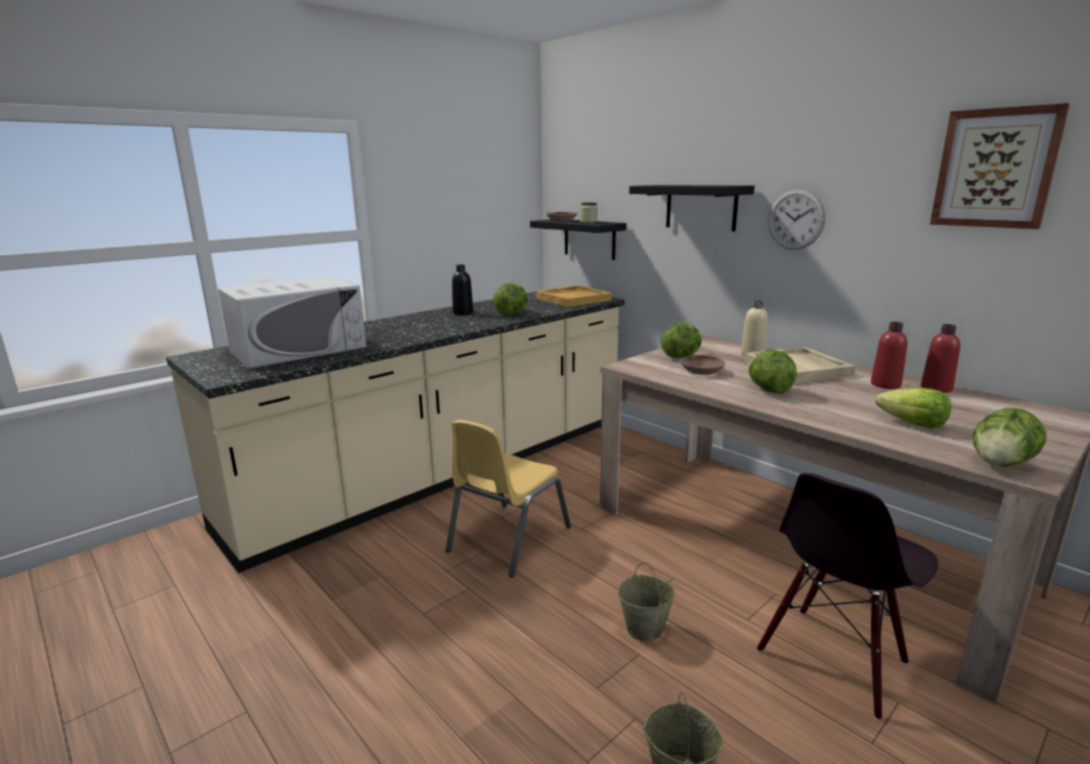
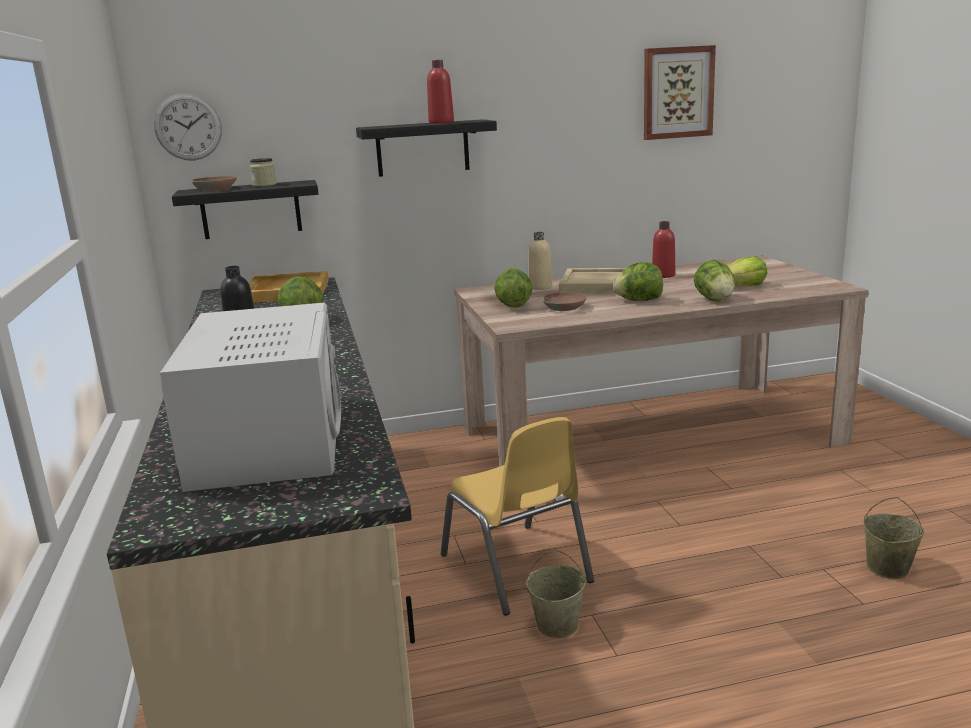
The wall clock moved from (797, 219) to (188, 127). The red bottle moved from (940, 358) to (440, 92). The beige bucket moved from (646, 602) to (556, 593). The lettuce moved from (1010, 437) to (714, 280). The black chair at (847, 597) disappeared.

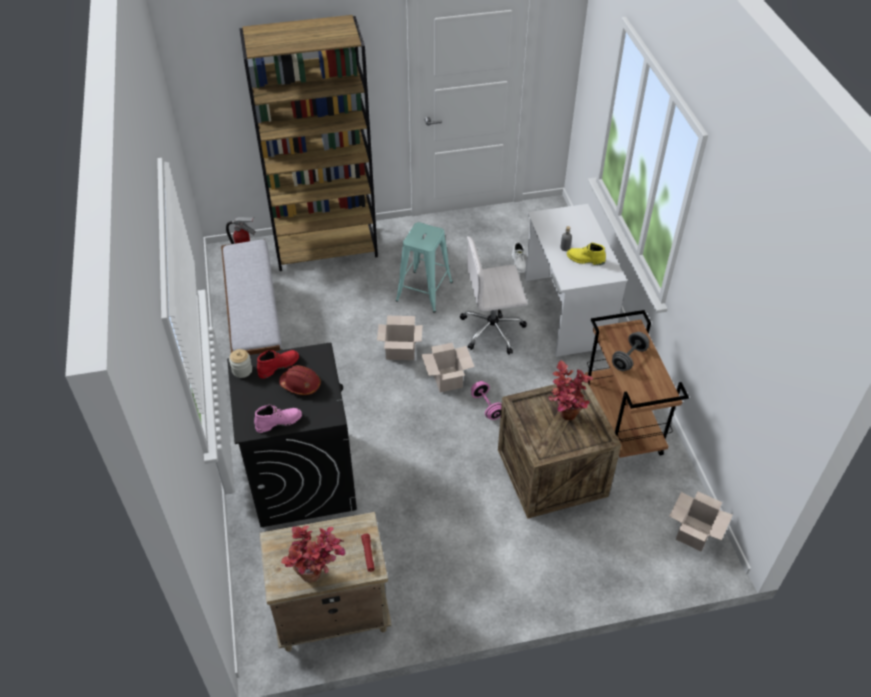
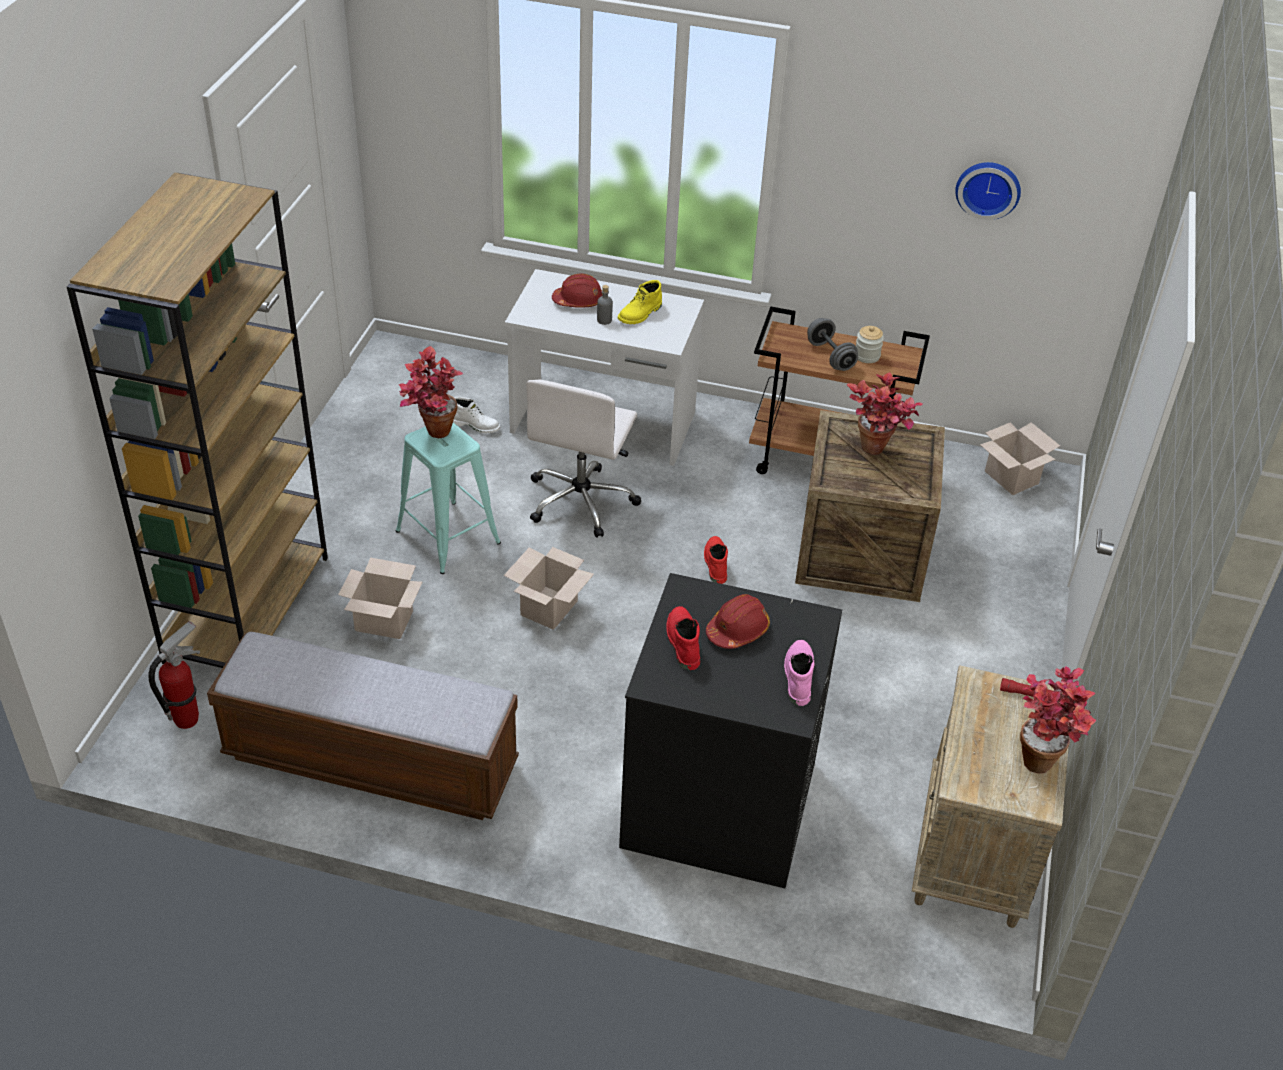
The cardboard box moved from (447, 367) to (380, 598). The potted plant at (431, 392) appeared. The red hard hat at (577, 290) appeared. The pink dumbbell at (486, 400) was replaced by the red boot at (716, 560). The jar moved from (240, 363) to (870, 344). The wall clock at (988, 191) appeared.

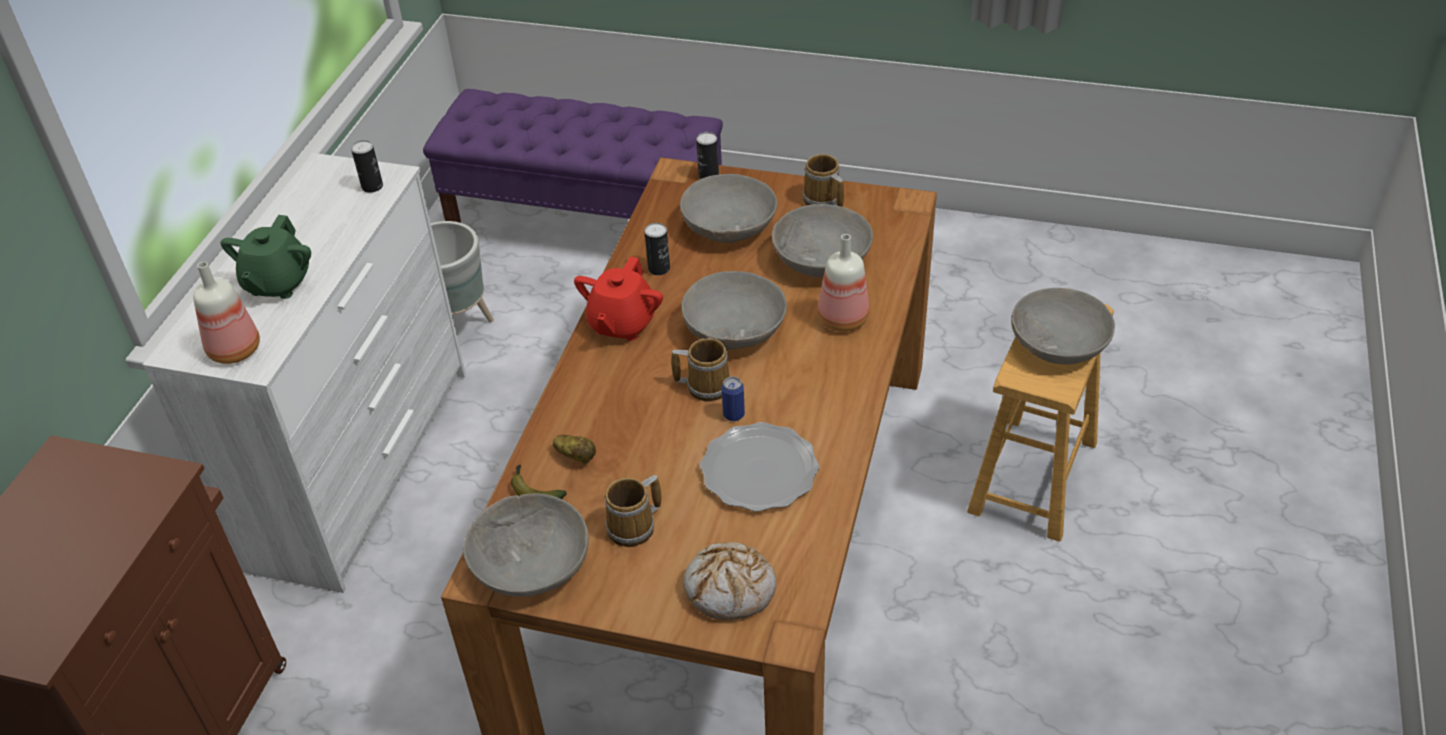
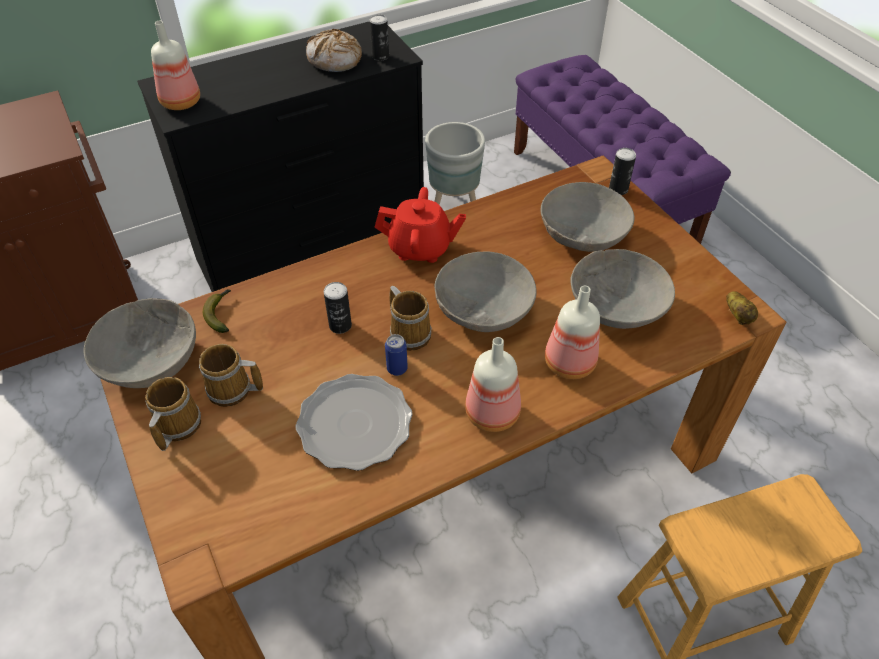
The white dresser at (304, 373) became the black dresser at (280, 156). The mug moved from (823, 180) to (173, 414). The bread moved from (729, 581) to (334, 50). The can moved from (657, 249) to (338, 308). The red teapot at (618, 298) turned 150 degrees counterclockwise. The bottle at (493, 384) appeared. The potato moved from (574, 449) to (742, 308). The green teapot at (266, 257) disappeared. The grey bowl at (1063, 326) disappeared.

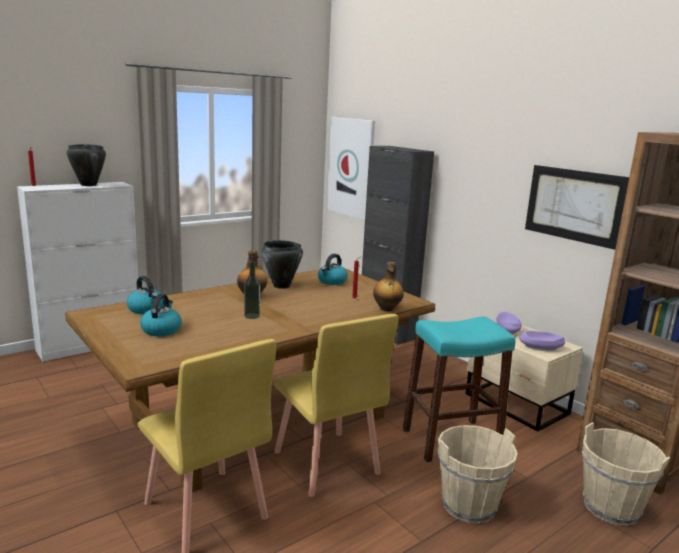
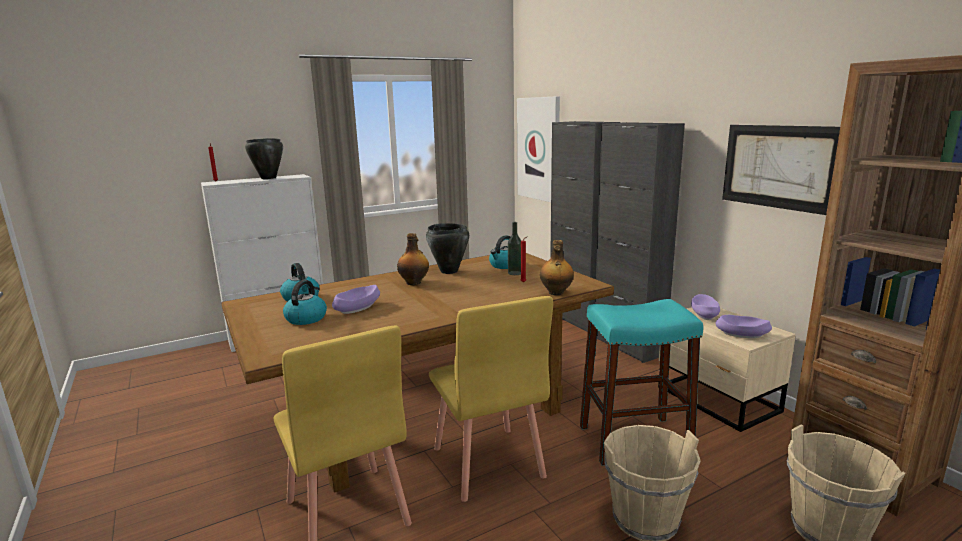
The purple bowl at (356, 299) appeared. The bottle moved from (252, 290) to (514, 248). The black cabinet at (640, 242) appeared.

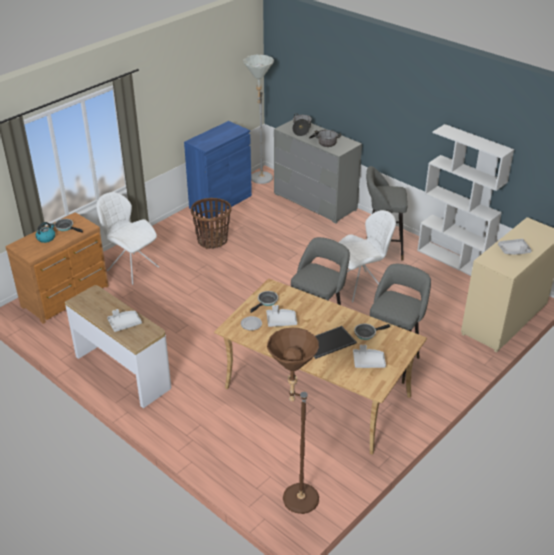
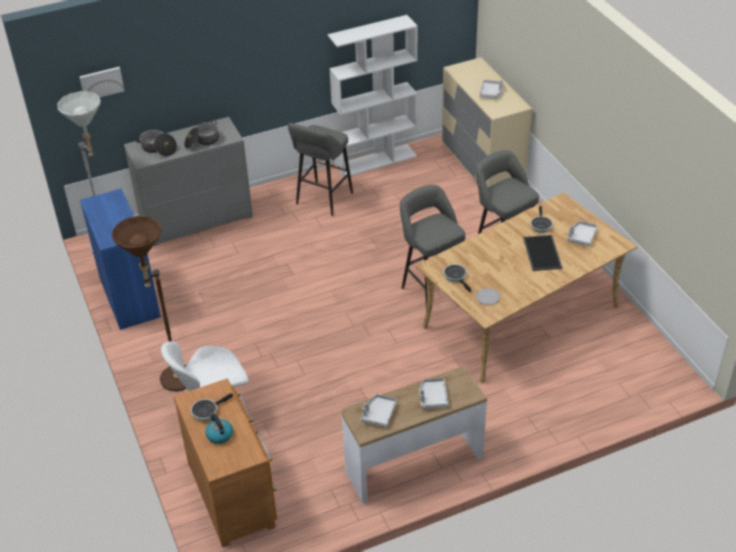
The picture at (102, 82) appeared. The brown floor lamp moved from (293, 421) to (149, 303). The grey tray moved from (281, 316) to (378, 410). The basket at (211, 223) disappeared. The white chair at (367, 256) disappeared.

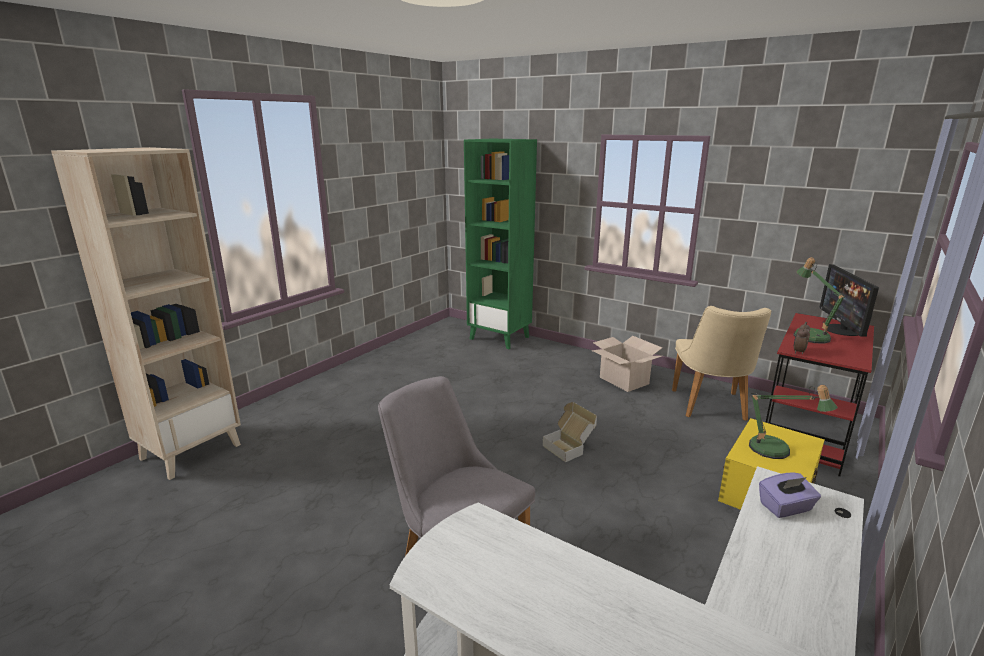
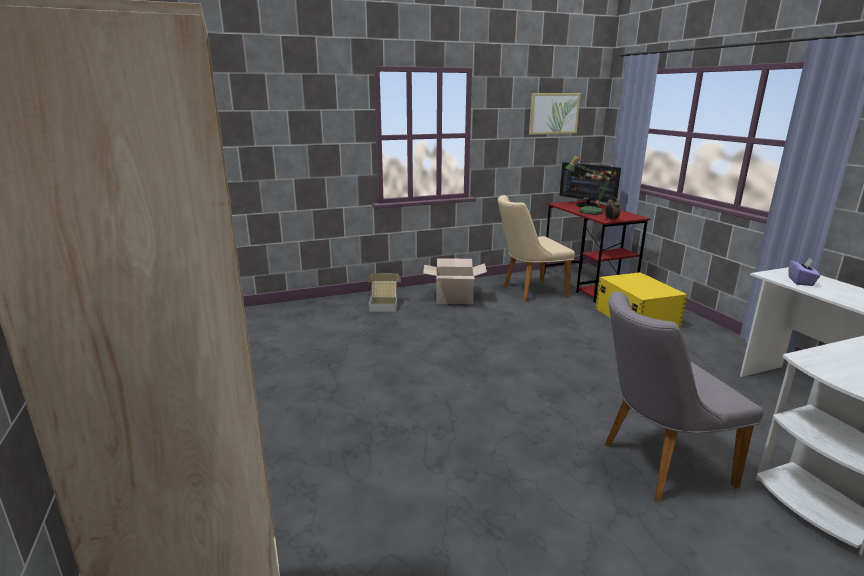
The cardboard box moved from (570, 432) to (384, 292). The beige chair at (722, 363) turned 120 degrees clockwise. The picture at (554, 114) appeared. The green bookcase at (500, 244) disappeared. The table lamp at (793, 422) disappeared.

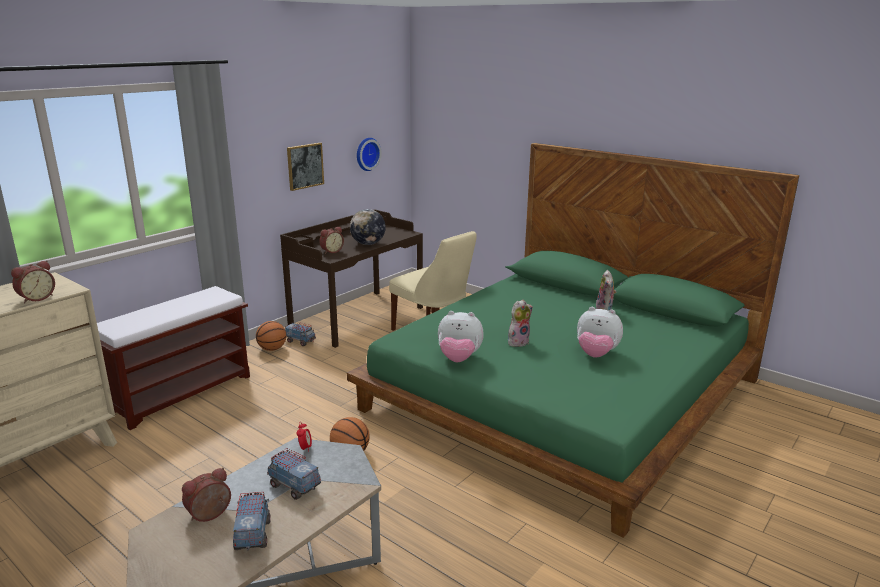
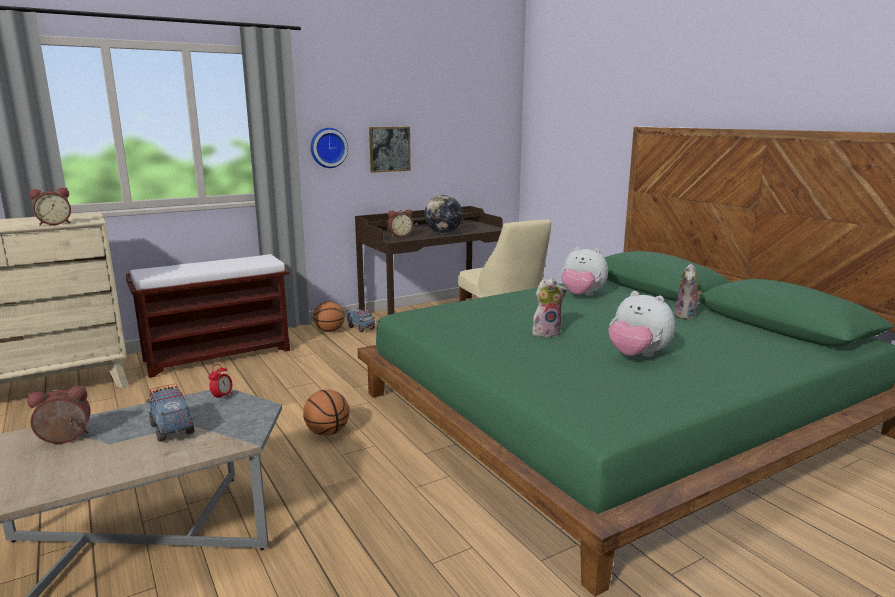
The wall clock moved from (369, 154) to (329, 148). The plush toy moved from (461, 336) to (584, 271). The toy truck at (252, 521) disappeared.

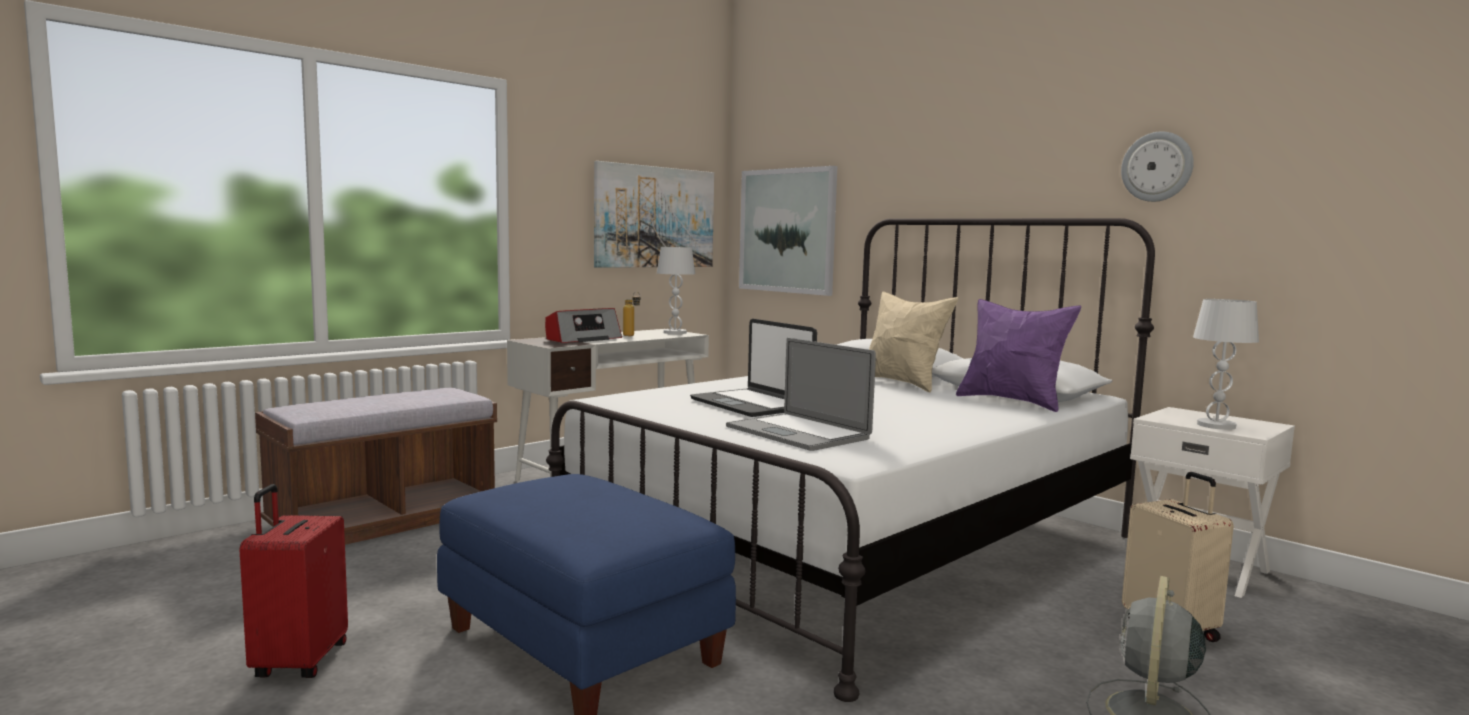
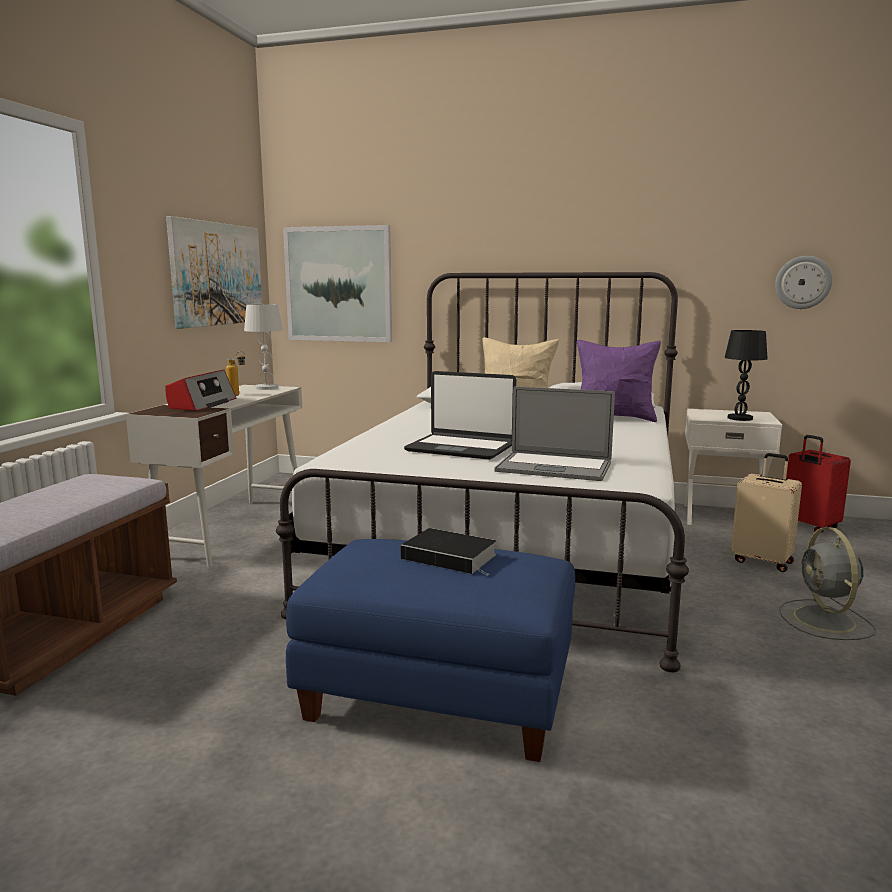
The book at (448, 552) appeared. The white table lamp at (1226, 364) became the black table lamp at (746, 375). The wall clock moved from (1157, 166) to (804, 282). The red suitcase moved from (293, 581) to (818, 483).

